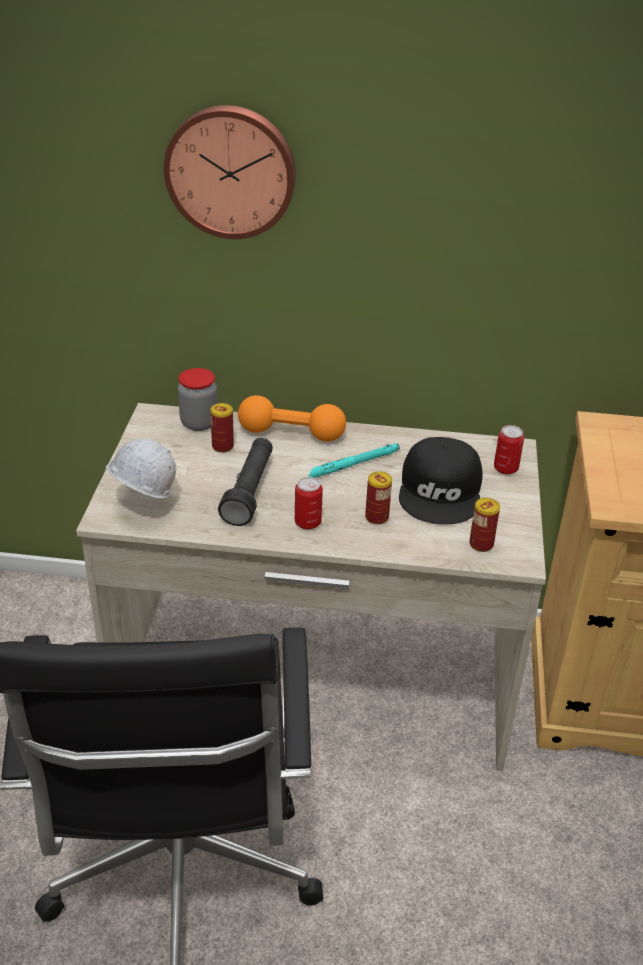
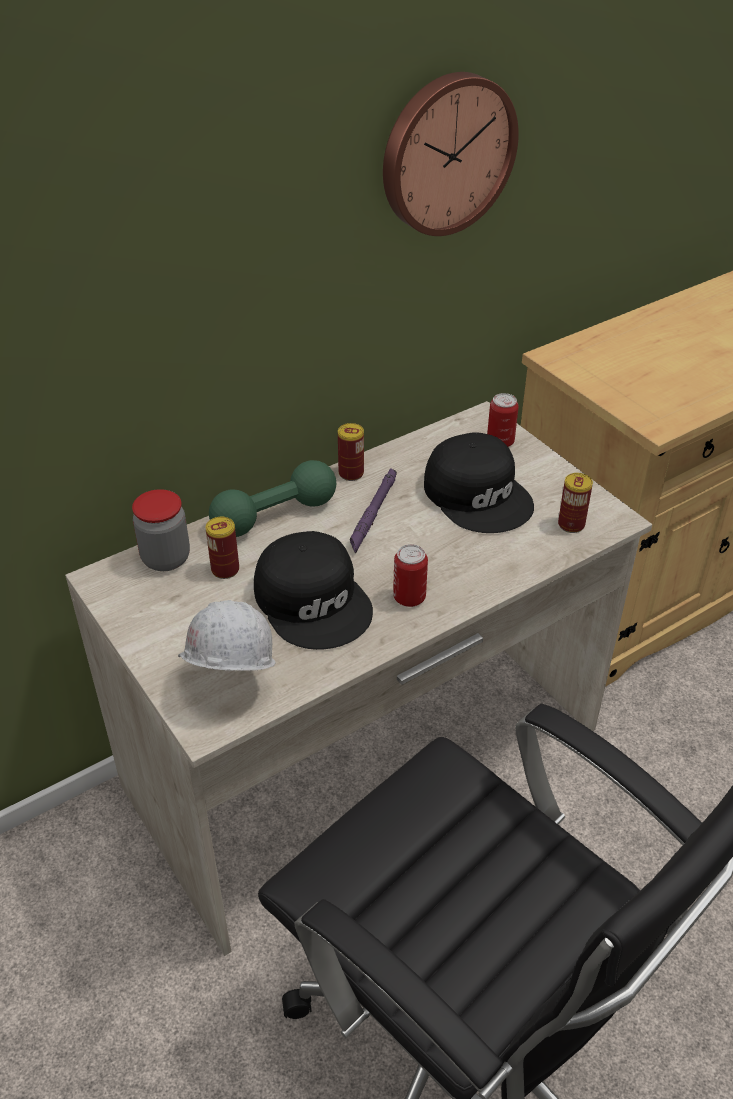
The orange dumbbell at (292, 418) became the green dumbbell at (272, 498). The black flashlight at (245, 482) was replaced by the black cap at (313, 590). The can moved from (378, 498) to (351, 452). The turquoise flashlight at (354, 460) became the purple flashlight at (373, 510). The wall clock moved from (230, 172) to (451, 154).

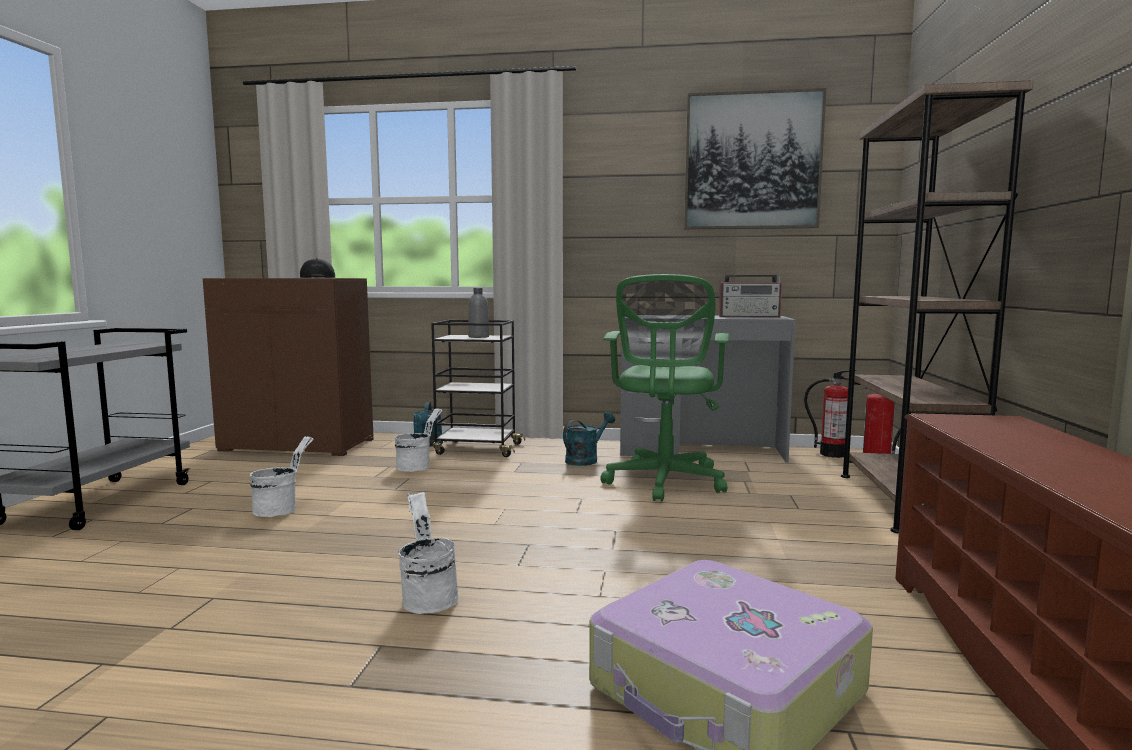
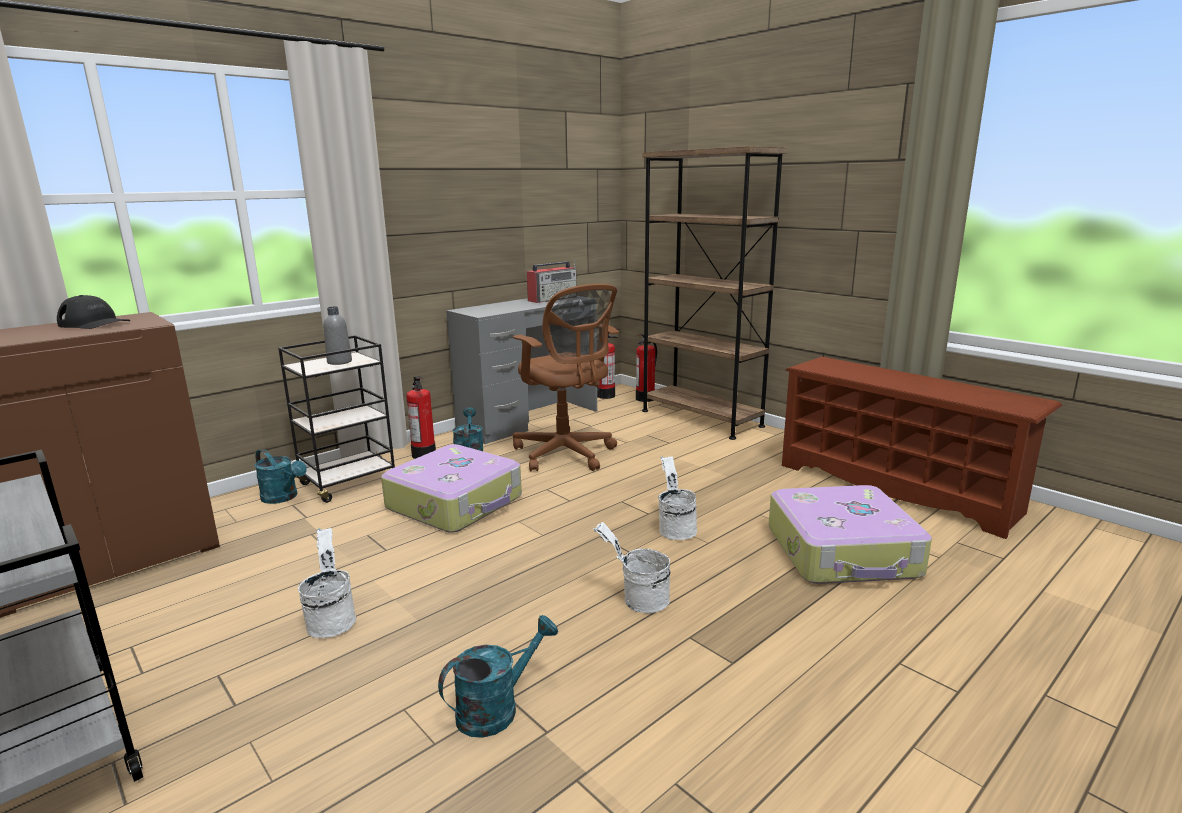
The suitcase at (451, 488) appeared. The fire extinguisher at (421, 417) appeared. The turquoise watering can at (498, 676) appeared. The green office chair at (664, 387) became the brown office chair at (566, 378). The white bucket moved from (418, 440) to (677, 498). The picture at (755, 158) disappeared.

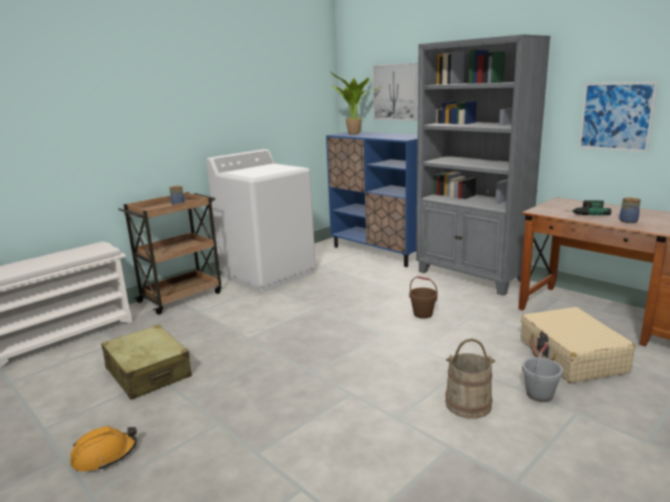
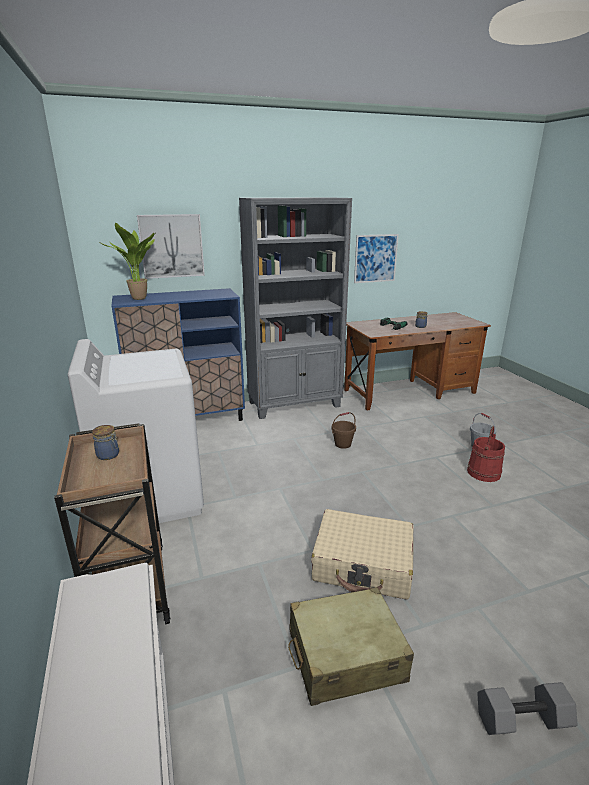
The beige suitcase moved from (578, 345) to (362, 554). The beige bucket at (470, 379) became the red bucket at (486, 454). The orange hard hat at (103, 448) was replaced by the grey dumbbell at (527, 708).

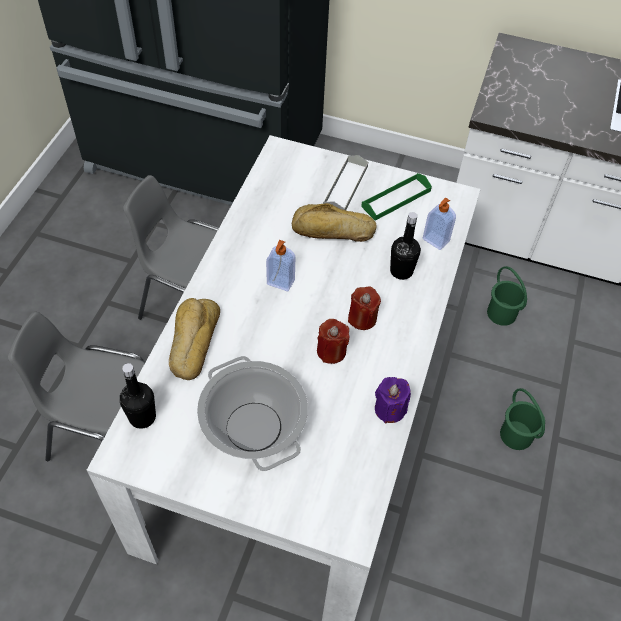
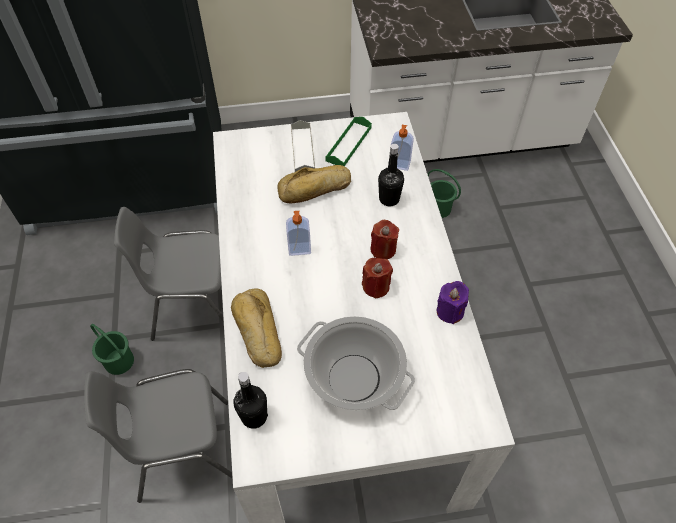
The green bucket moved from (522, 419) to (112, 349).

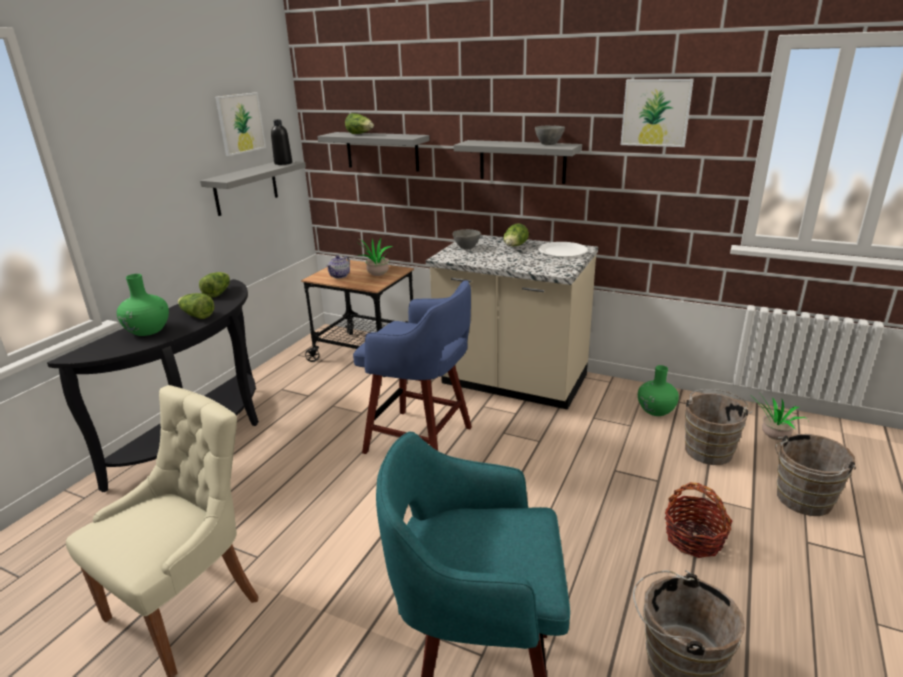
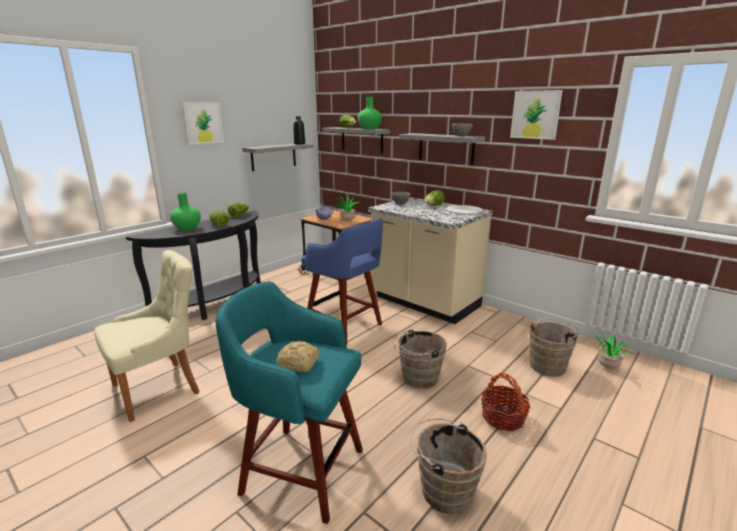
The picture moved from (240, 124) to (203, 124). The bread at (298, 357) appeared. The green vase moved from (658, 390) to (370, 113). The brown bucket moved from (815, 475) to (420, 359).

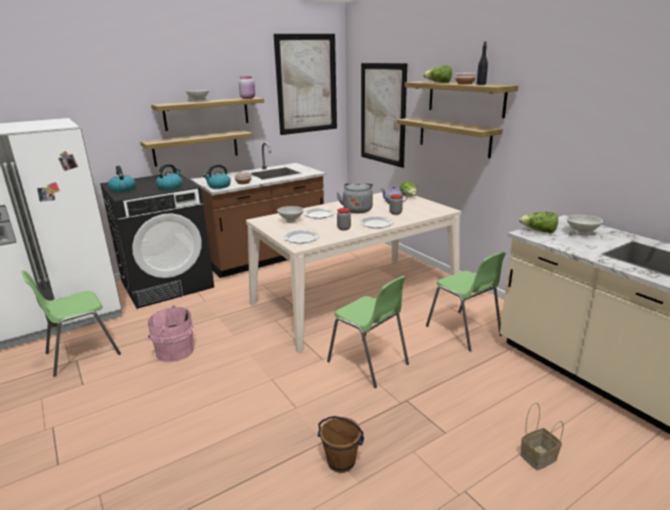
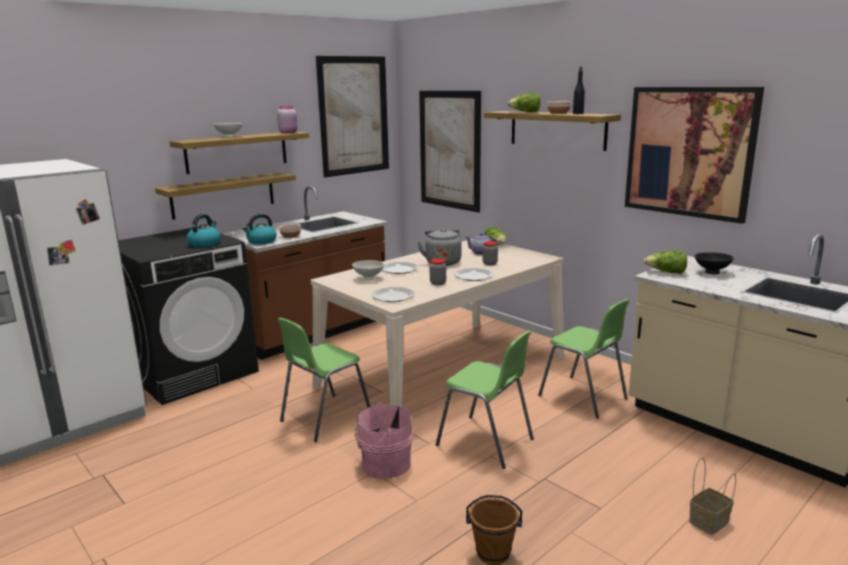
The green chair moved from (71, 323) to (324, 380). The pink bucket moved from (170, 333) to (384, 440). The picture at (694, 155) appeared. The white bowl at (585, 225) became the black bowl at (714, 263). The kettle at (121, 179) disappeared. The shelf at (450, 137) disappeared.

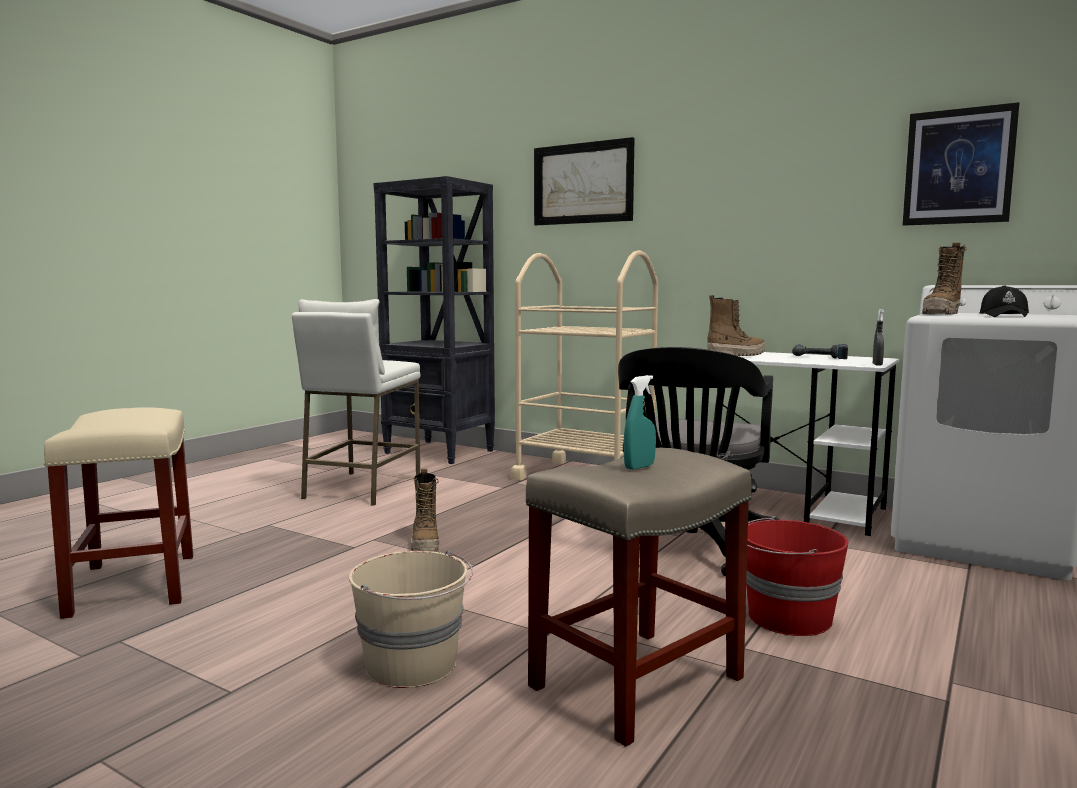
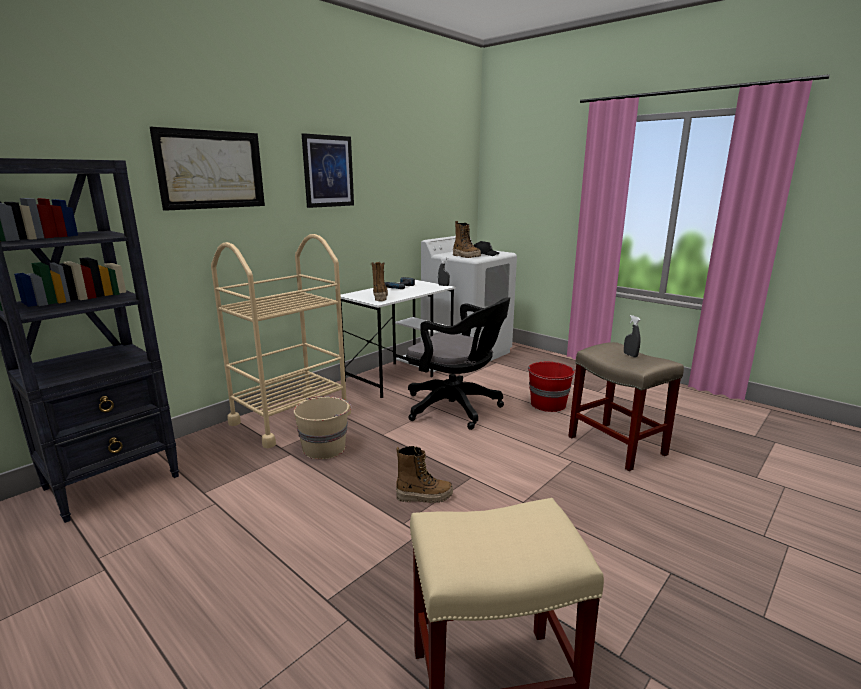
The beige bucket moved from (411, 619) to (322, 427). The picture moved from (961, 164) to (328, 170). The turquoise spray bottle at (639, 422) became the grey spray bottle at (632, 336). The white stool at (356, 402) disappeared.

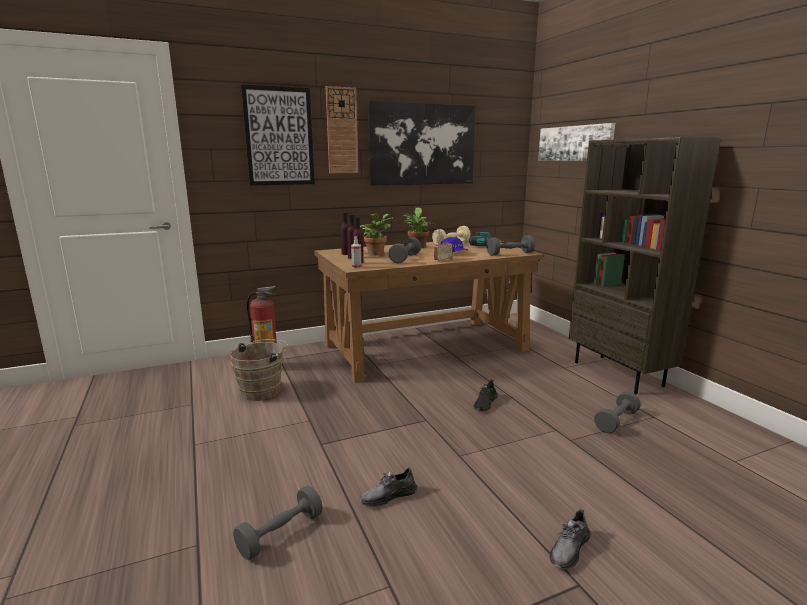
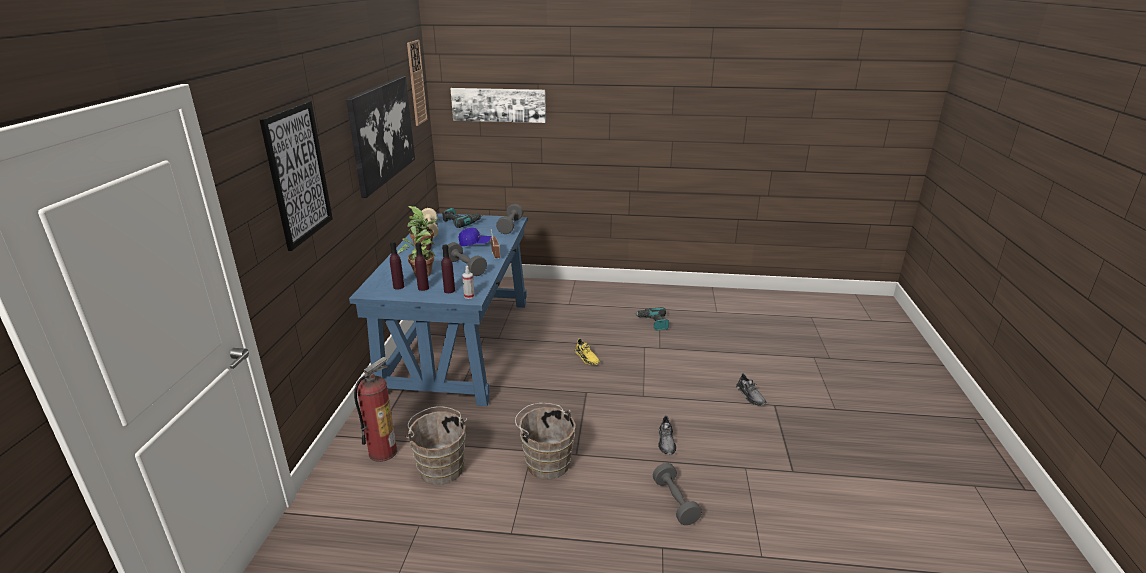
The brown desk at (428, 311) became the blue desk at (438, 309). The wall clock moved from (342, 129) to (417, 83). The brown bucket at (545, 441) appeared. The black shoe at (485, 395) became the yellow shoe at (587, 351). The grey dumbbell at (617, 412) was replaced by the power drill at (651, 319). The brown bookcase at (645, 265) disappeared.

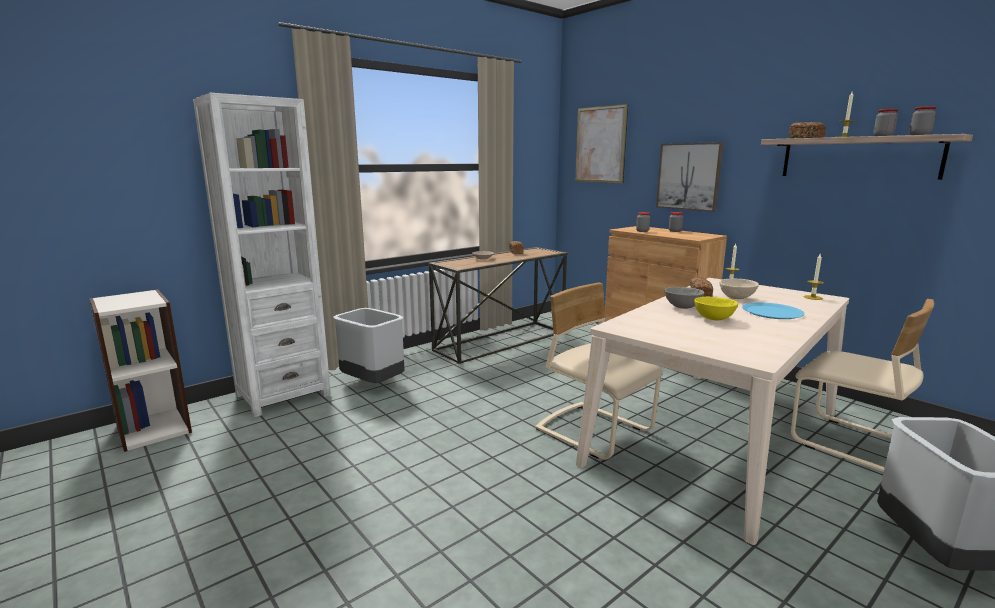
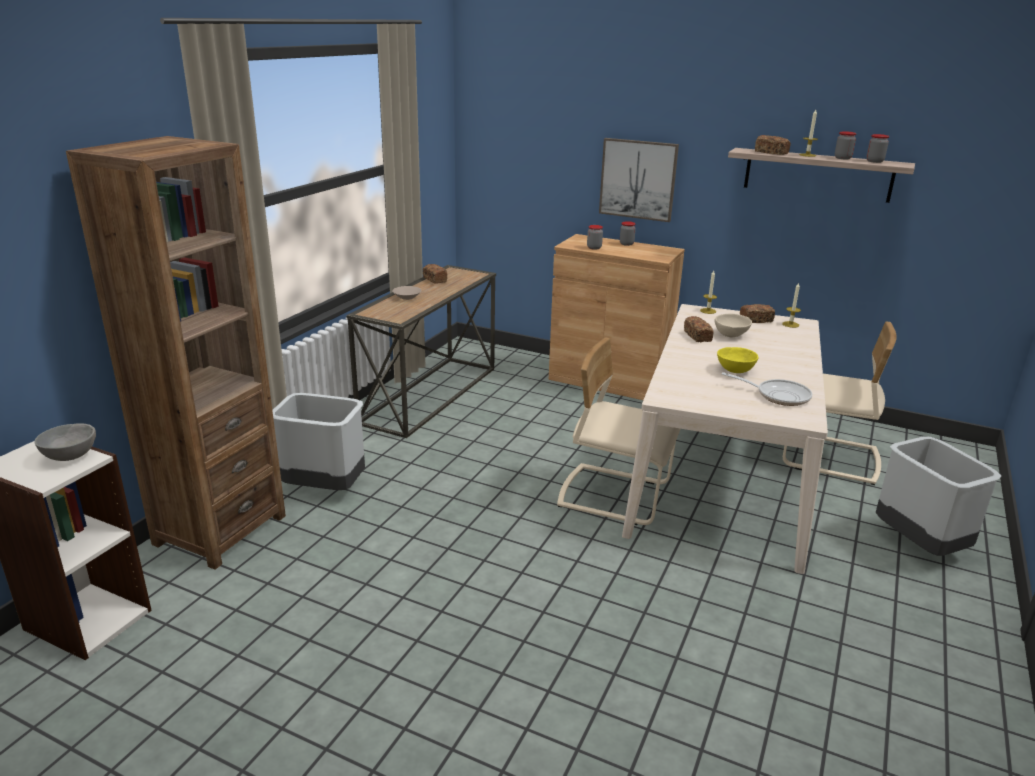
The grey bowl moved from (684, 298) to (65, 442). The white bookcase at (262, 255) became the brown bookcase at (176, 353). The frying pan at (767, 389) appeared. The bread at (757, 313) appeared. The picture at (601, 144) disappeared. The blue plate at (773, 310) disappeared.

